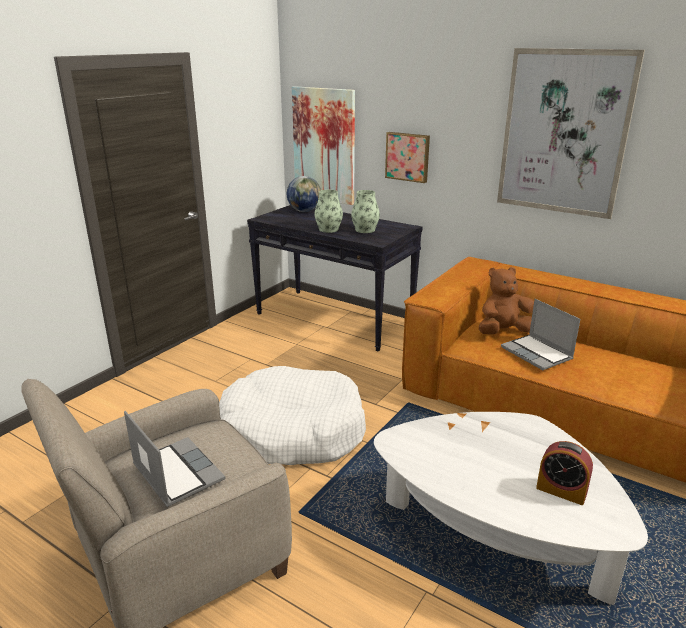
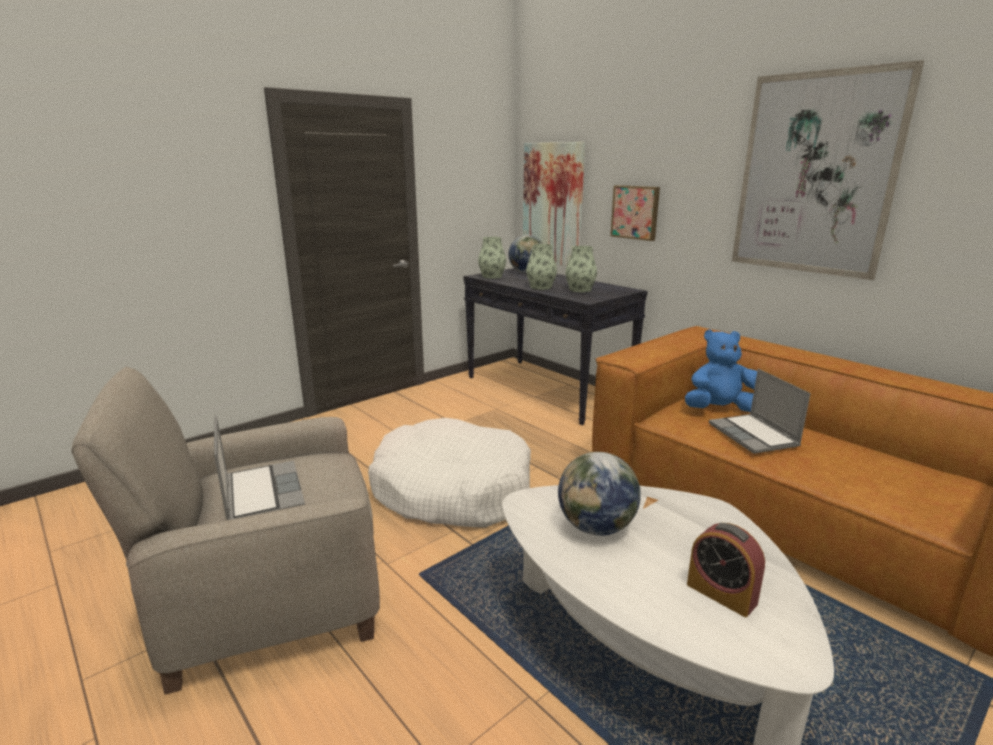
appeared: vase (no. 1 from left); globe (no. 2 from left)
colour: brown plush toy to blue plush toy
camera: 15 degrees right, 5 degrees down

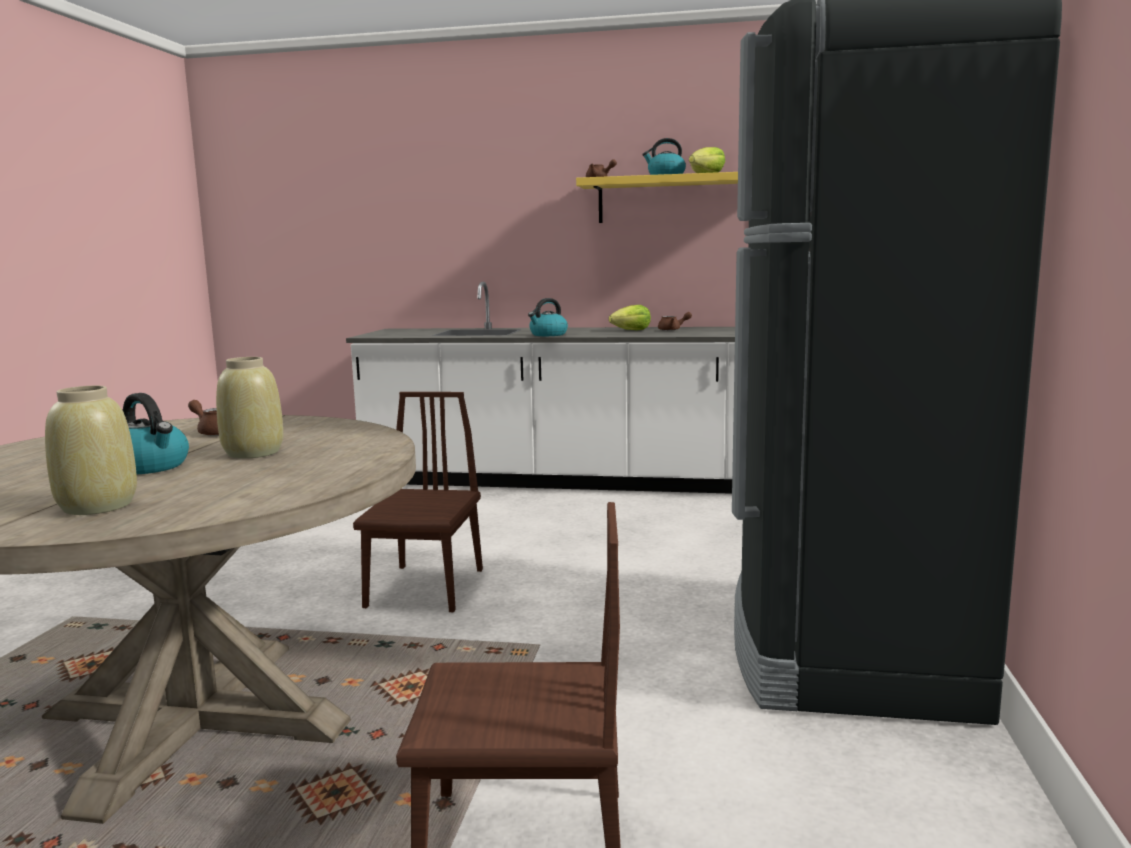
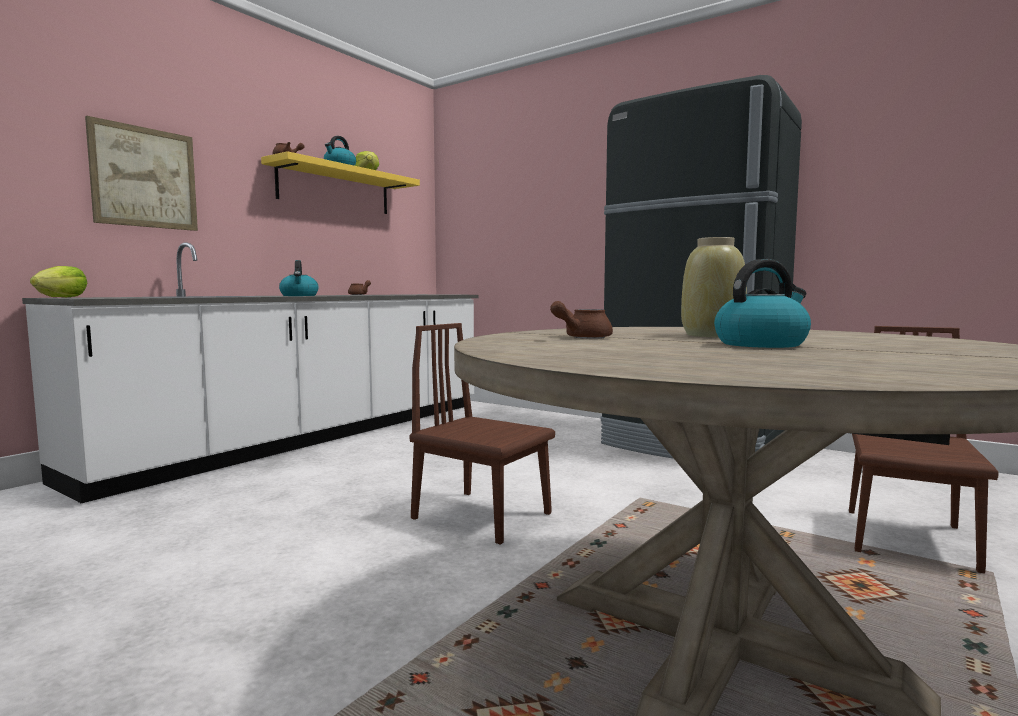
missing: beige vase (no. 1 from left)
appeared: picture
relocated: lettuce (no. 1 from left)
camera: 65 degrees left, 5 degrees down

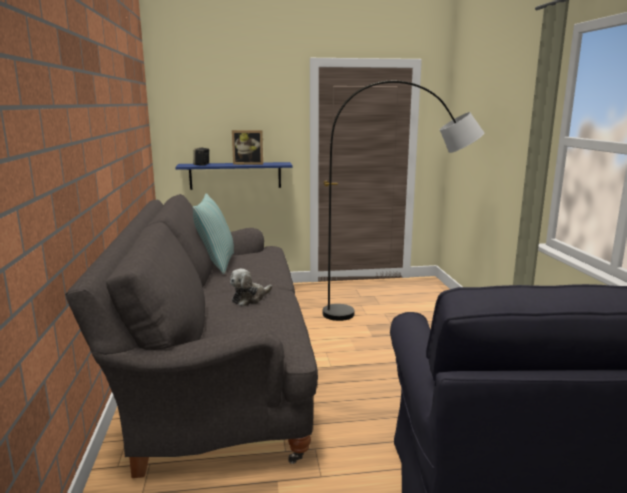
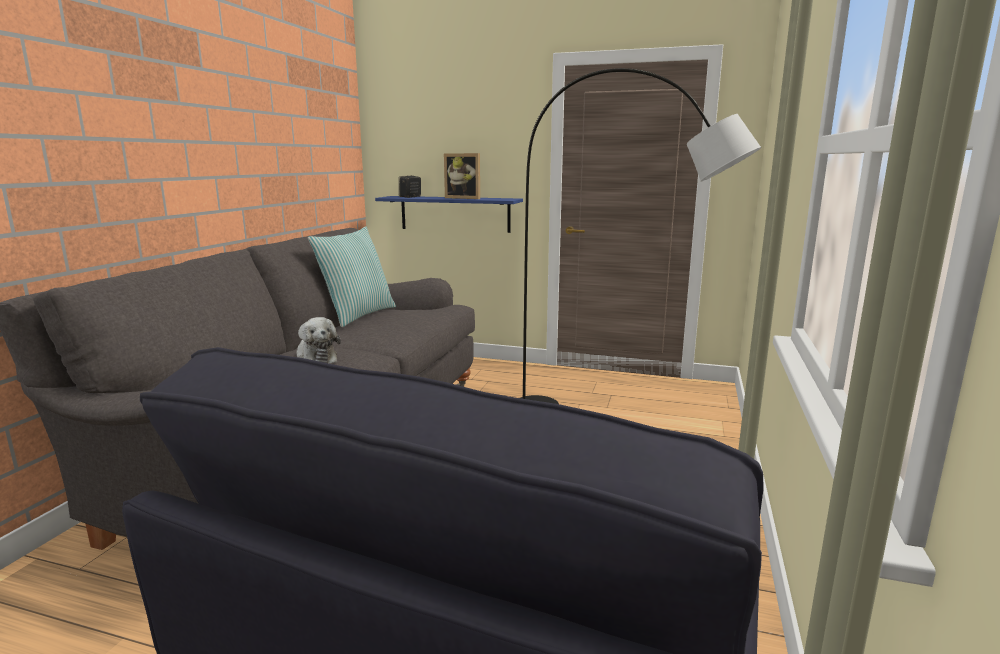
spun: plush toy 105 degrees counterclockwise
camera: 25 degrees right, 0 degrees up

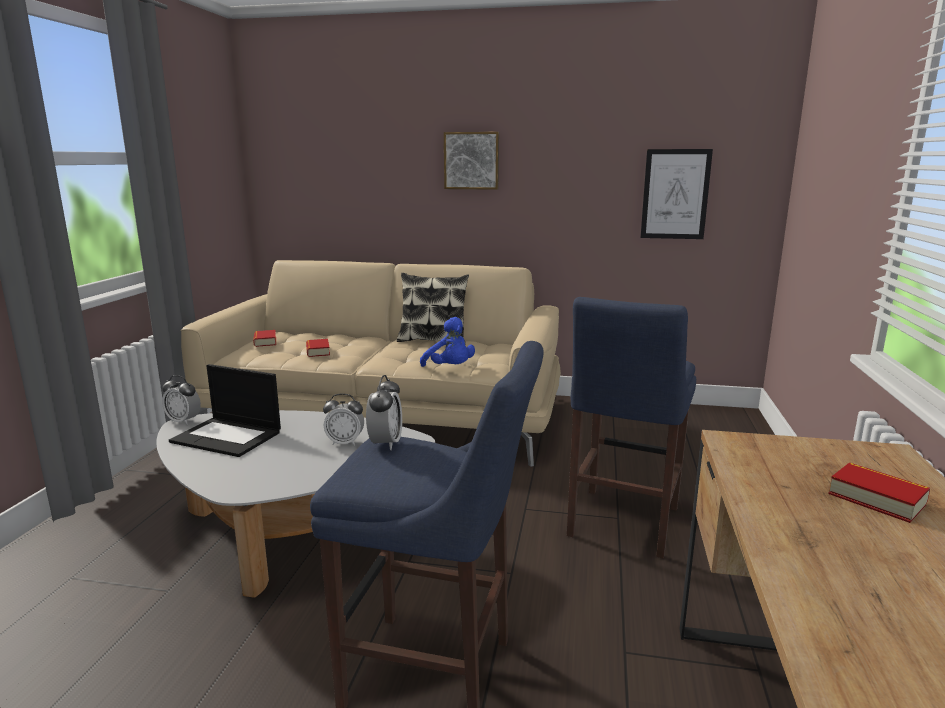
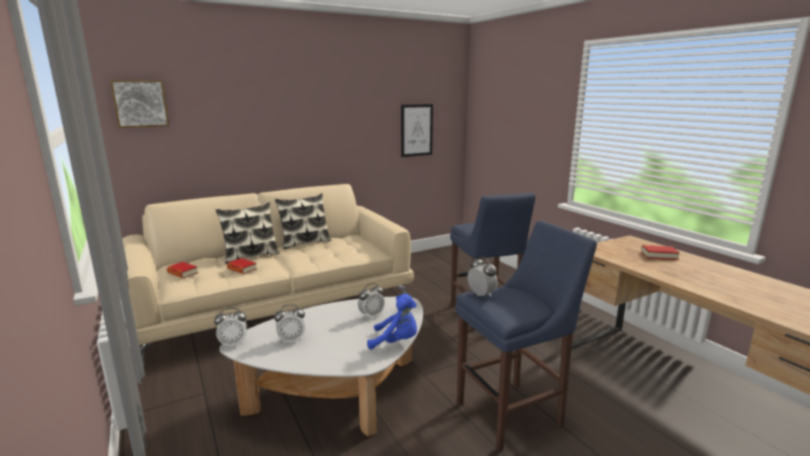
appeared: pillow (no. 1 from left)
relocated: picture (no. 1 from left); blue plush toy
exchanged: laptop to alarm clock (no. 2 from left)
camera: 40 degrees left, 0 degrees up

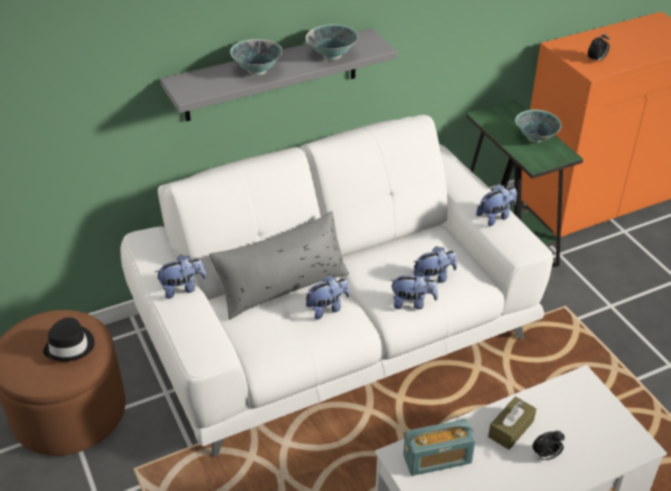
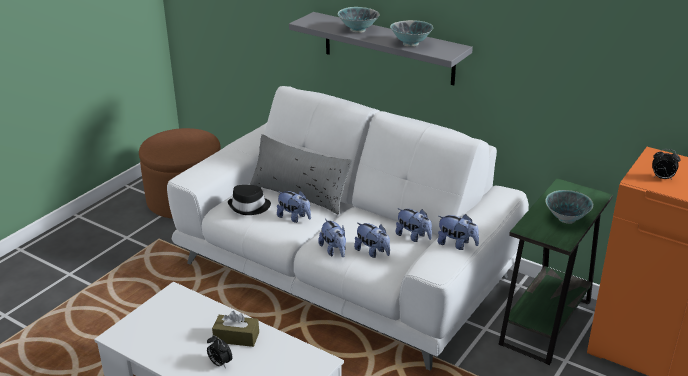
missing: radio
relocated: plush toy (no. 1 from left in the first image) to plush toy (no. 4 from left); black hat
camera: 60 degrees right, 10 degrees down

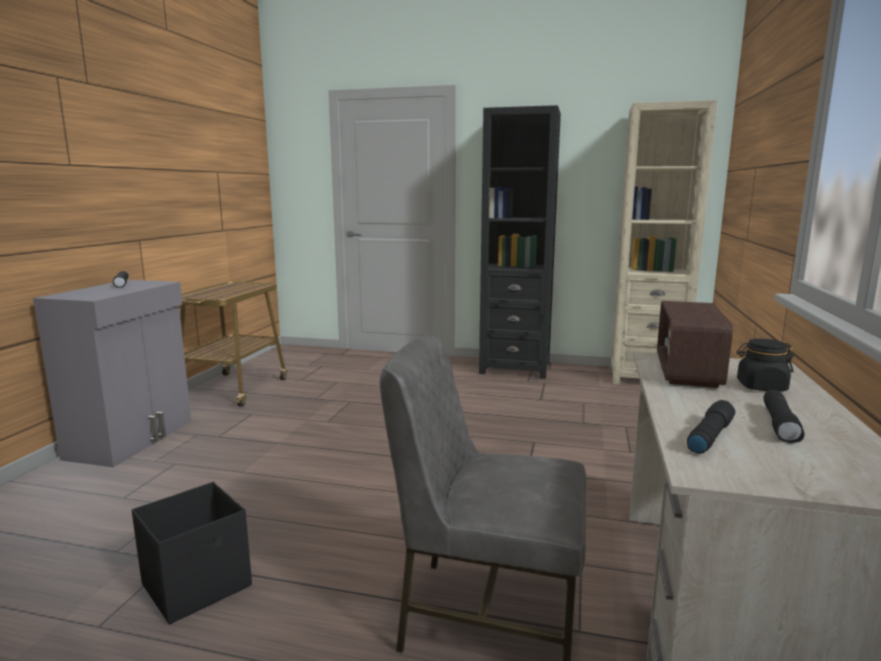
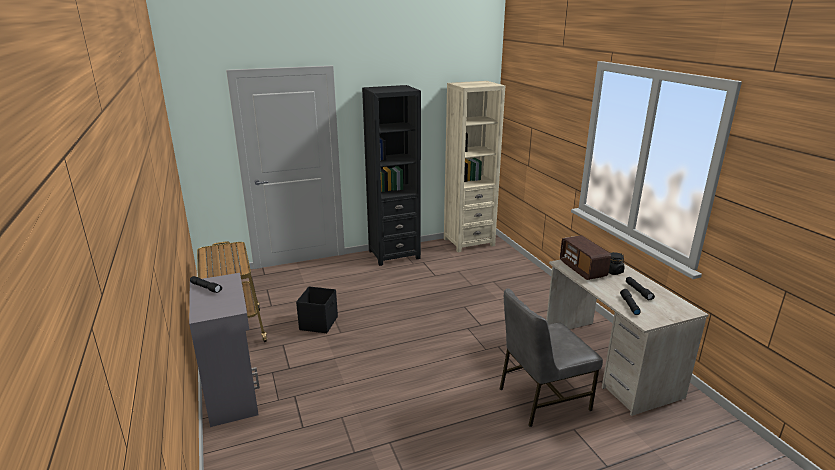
relocated: black storage box
camera: 35 degrees left, 10 degrees up

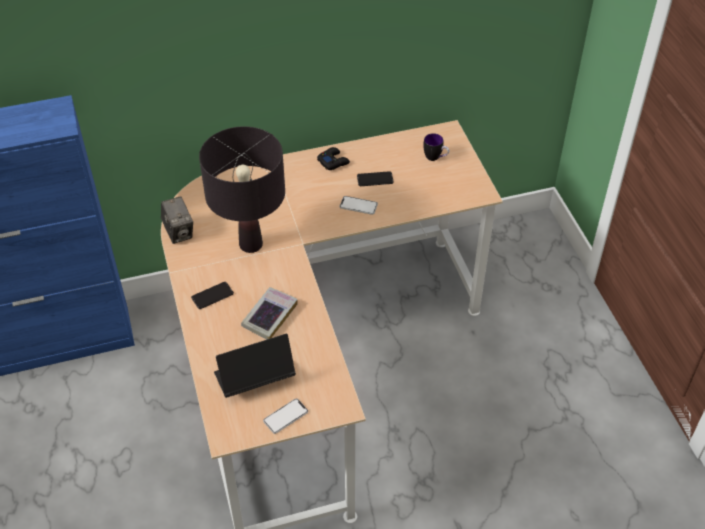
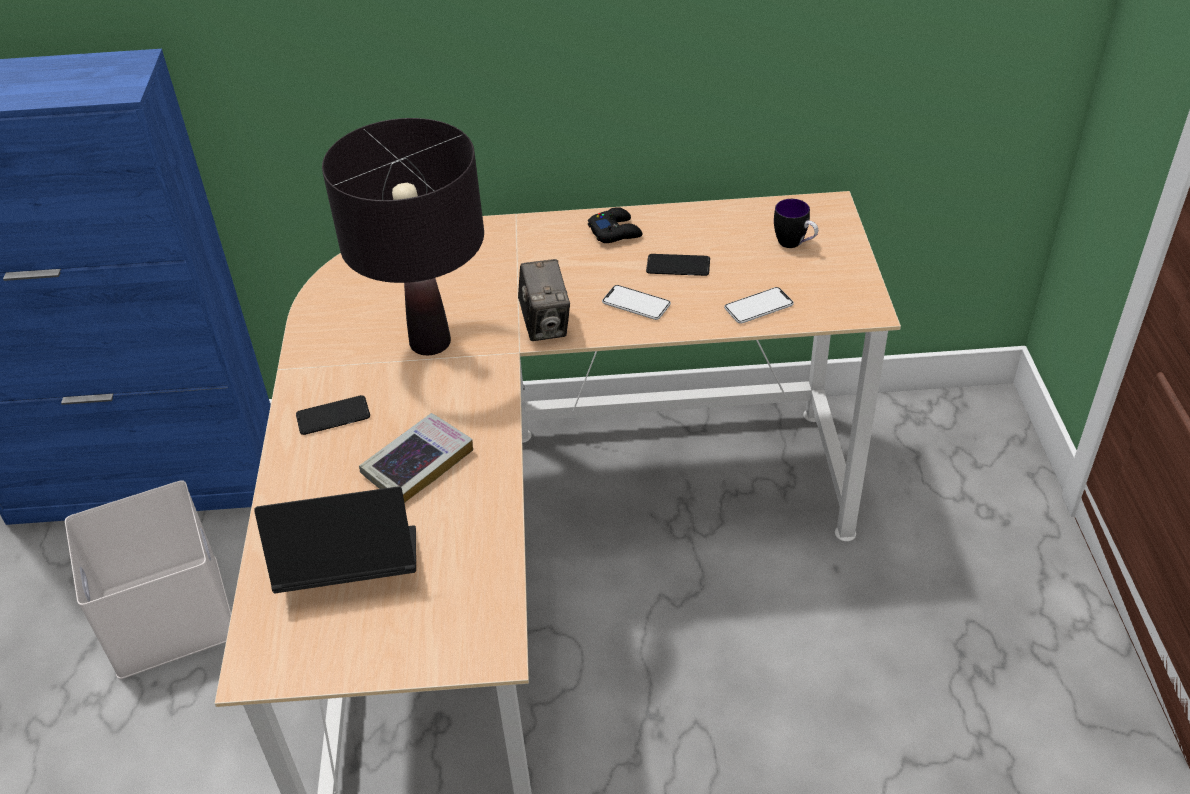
appeared: white storage box
relocated: photo camera; phone (no. 2 from left in the first image) to phone (no. 4 from left)
camera: 15 degrees right, 5 degrees down

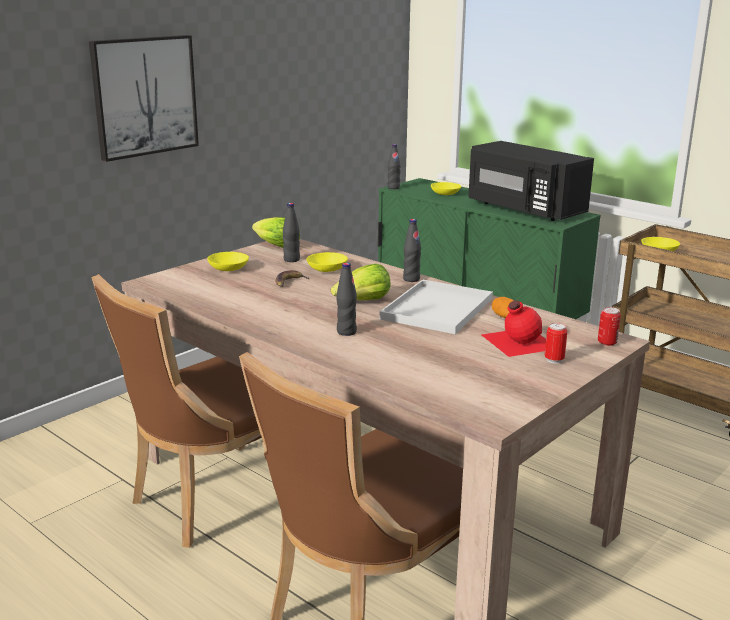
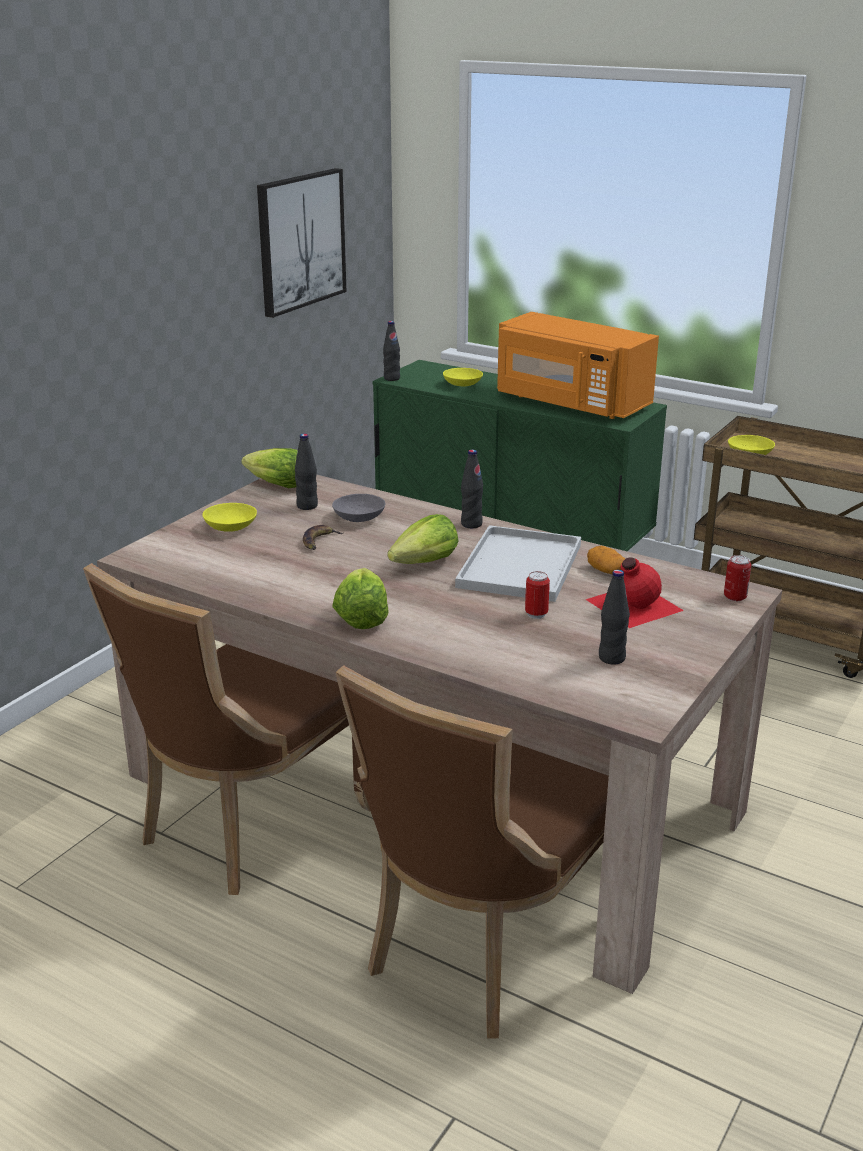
appeared: lettuce (no. 2 from left)
relocated: picture; black bottle (no. 2 from left in the first image) to black bottle (no. 4 from left); can (no. 1 from left)
colour: black microwave to orange microwave; yellow bowl (no. 2 from left) to grey bowl
camera: 10 degrees left, 5 degrees up

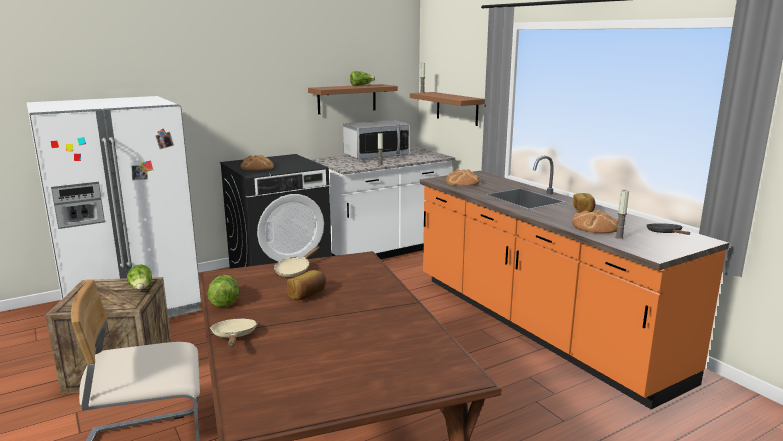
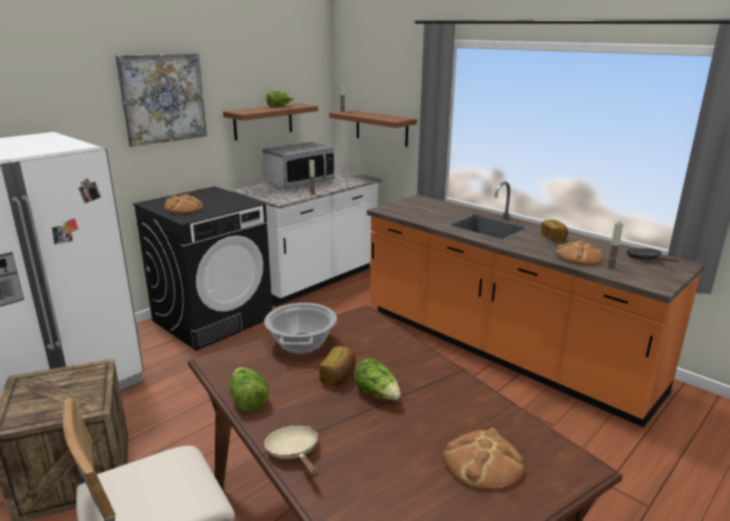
appeared: picture
relocated: bread (no. 3 from left); lettuce (no. 1 from left in the first image) to lettuce (no. 3 from left)
exchanged: beige frying pan (no. 2 from left) to cooking pot
camera: 15 degrees left, 5 degrees up

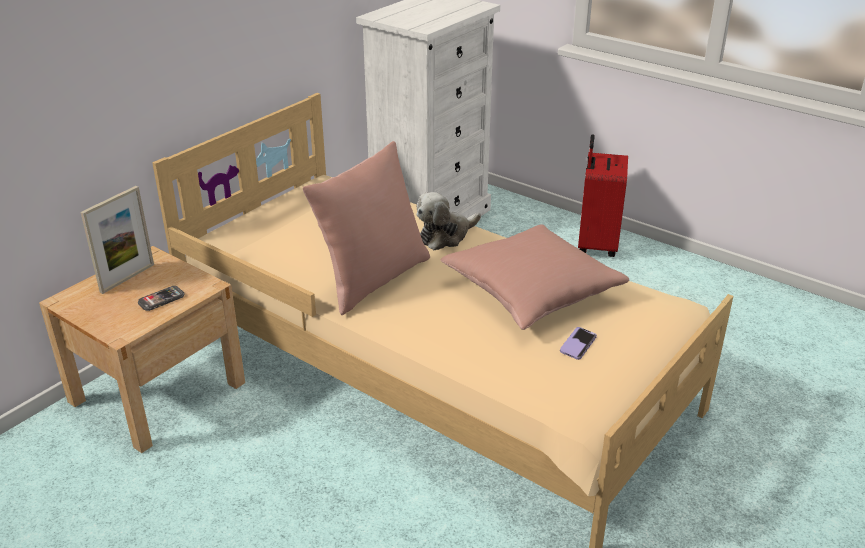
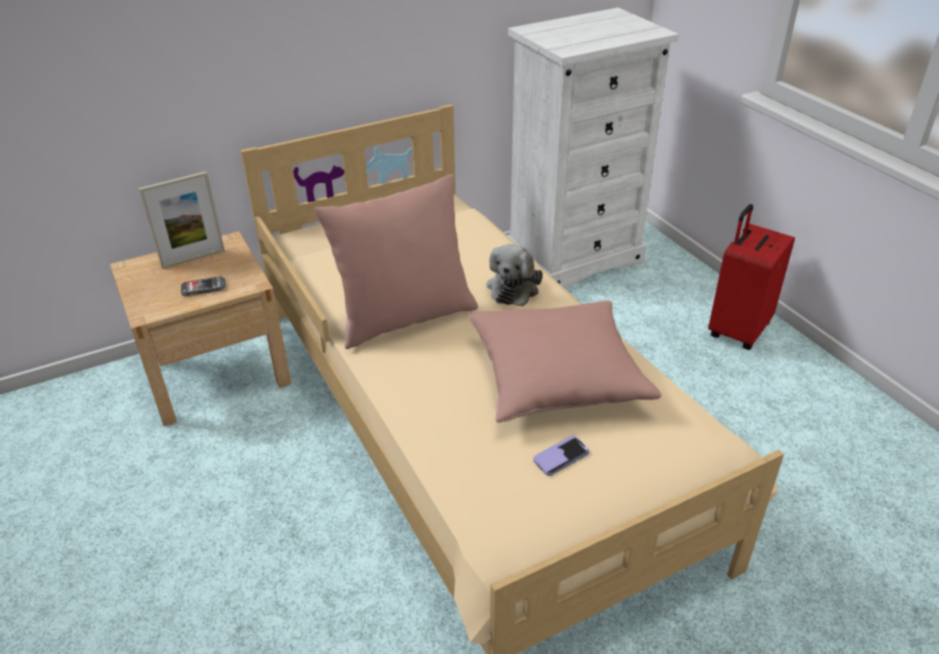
spun: plush toy 60 degrees counterclockwise
camera: 25 degrees right, 5 degrees up

